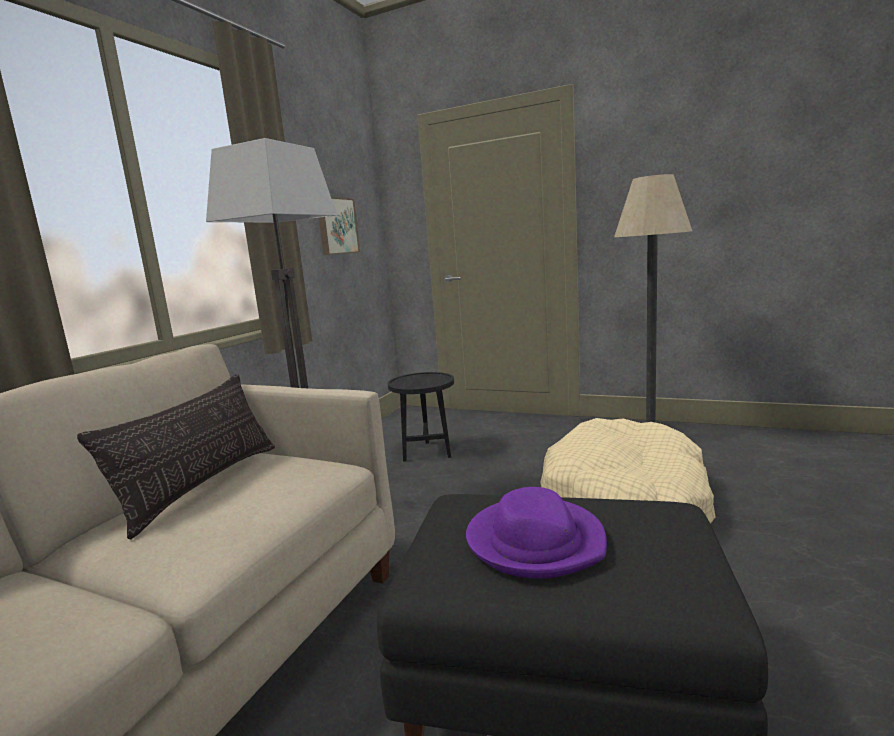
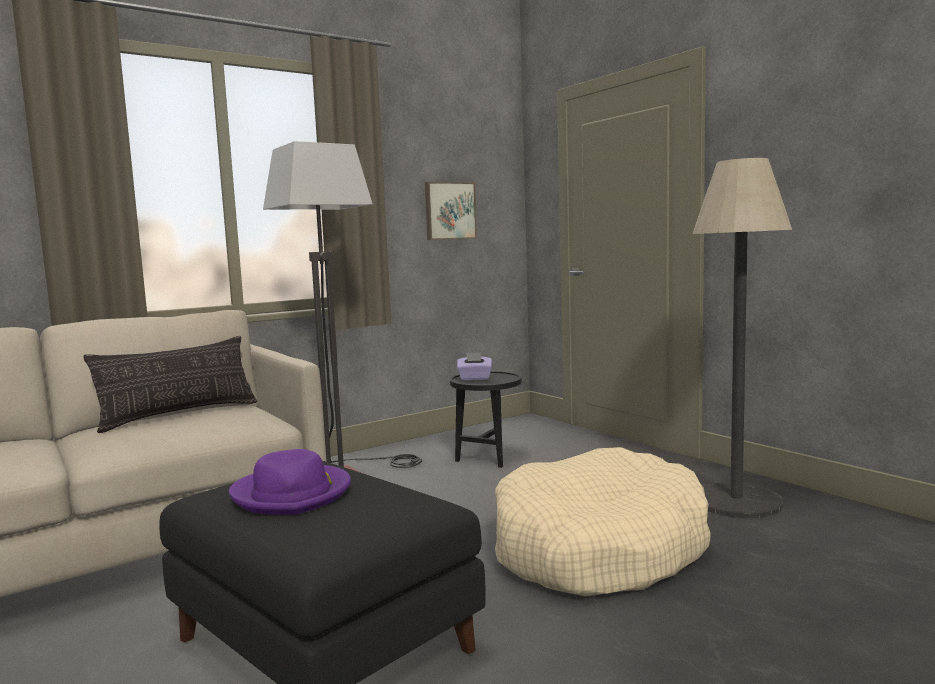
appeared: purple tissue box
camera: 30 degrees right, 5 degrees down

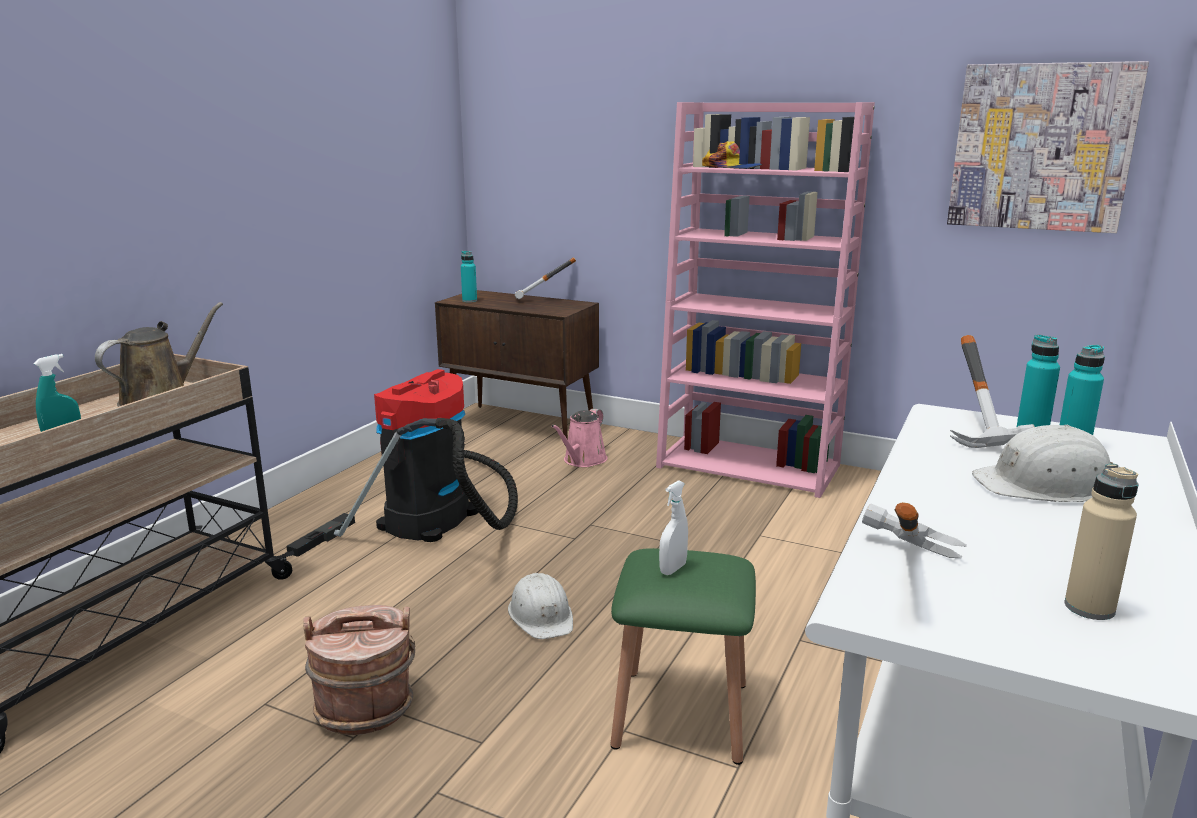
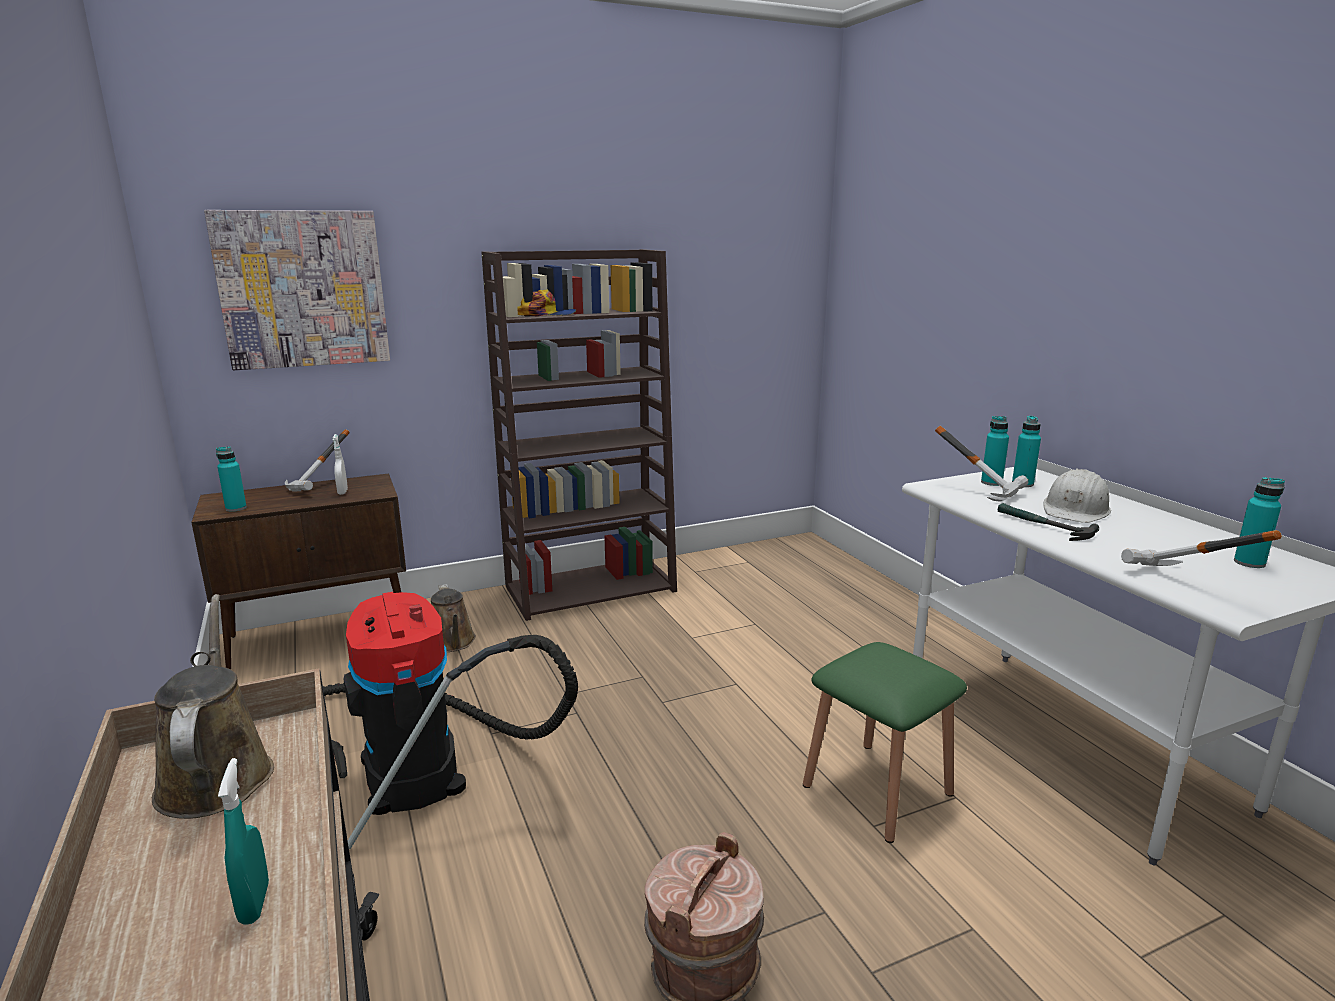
missing: white hard hat (no. 1 from left)
appeared: hammer (no. 3 from left)
relocated: picture; white spray bottle
colour: pink bookcase to brown bookcase; pink watering can to brown watering can (no. 2 from left); beige bottle to turquoise bottle (no. 4 from left)
camera: 50 degrees left, 0 degrees up

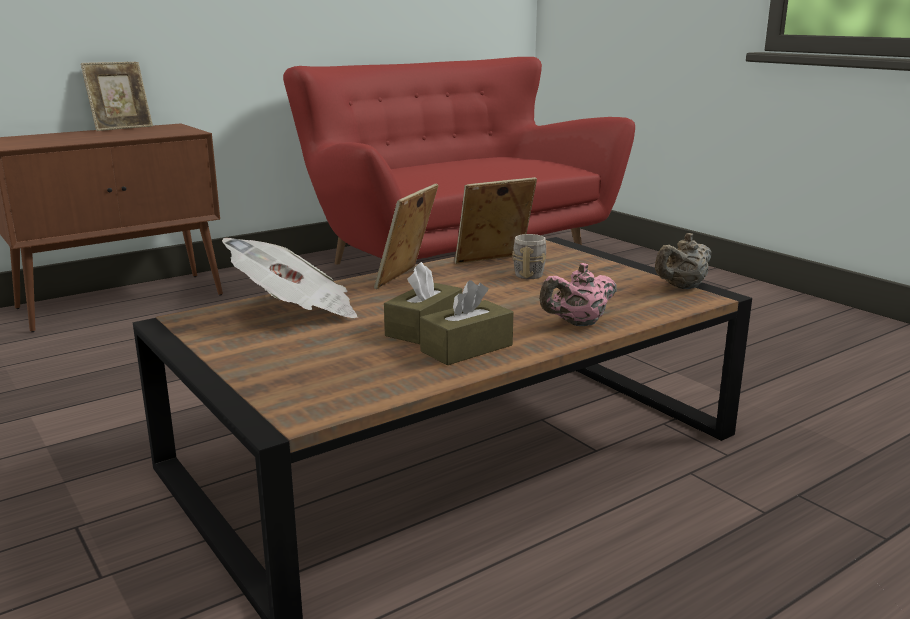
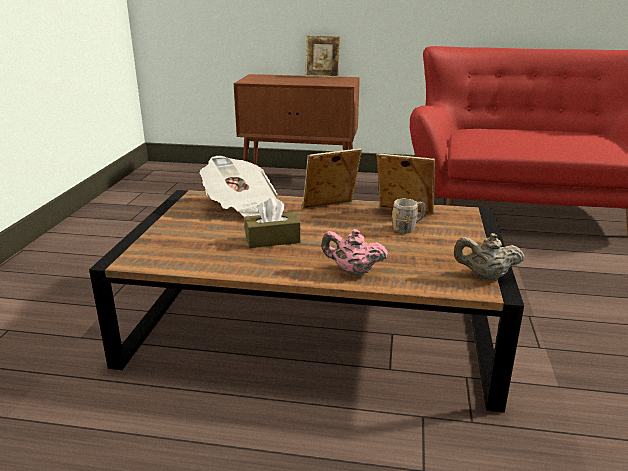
missing: brown tissue box (no. 2 from left)
camera: 45 degrees right, 5 degrees up

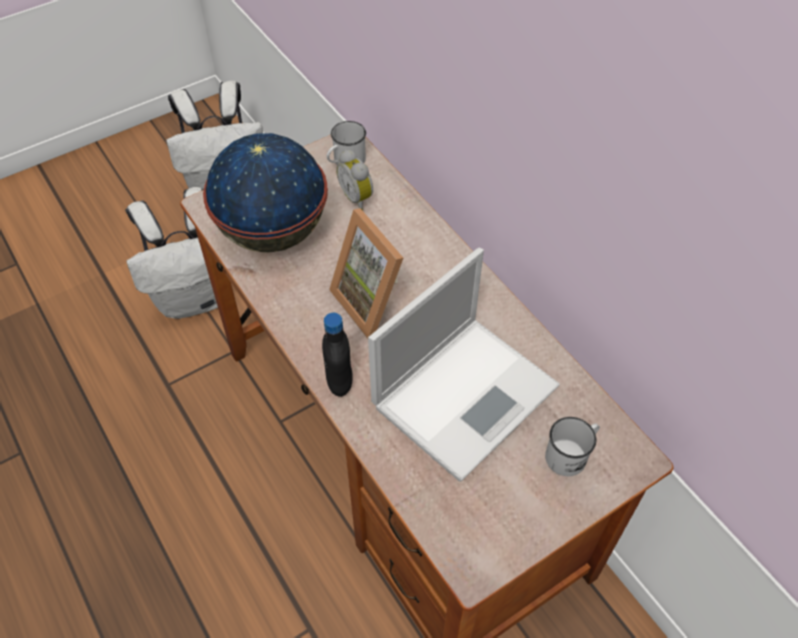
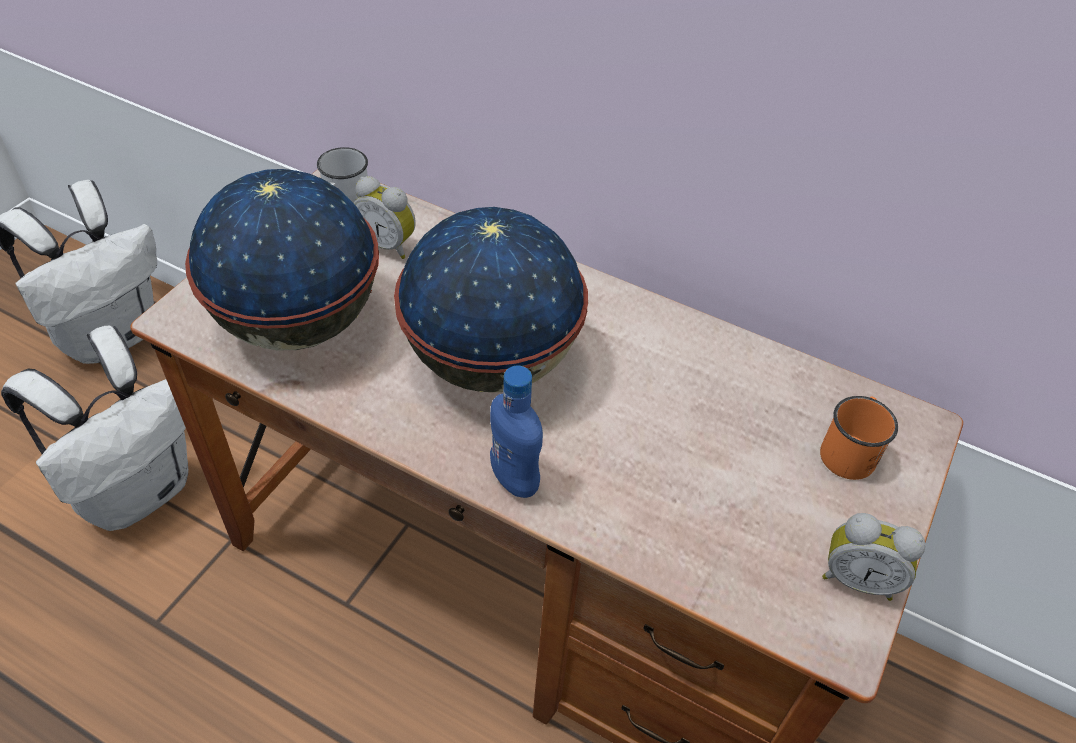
missing: laptop
appeared: alarm clock (no. 2 from left)
exchanged: picture frame to globe (no. 2 from left)
colour: black bottle to blue bottle; white mug (no. 2 from left) to orange mug
camera: 30 degrees left, 5 degrees down

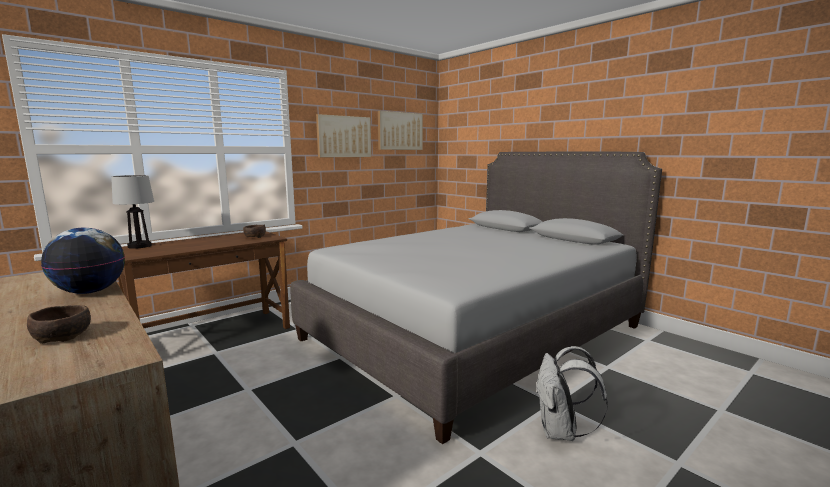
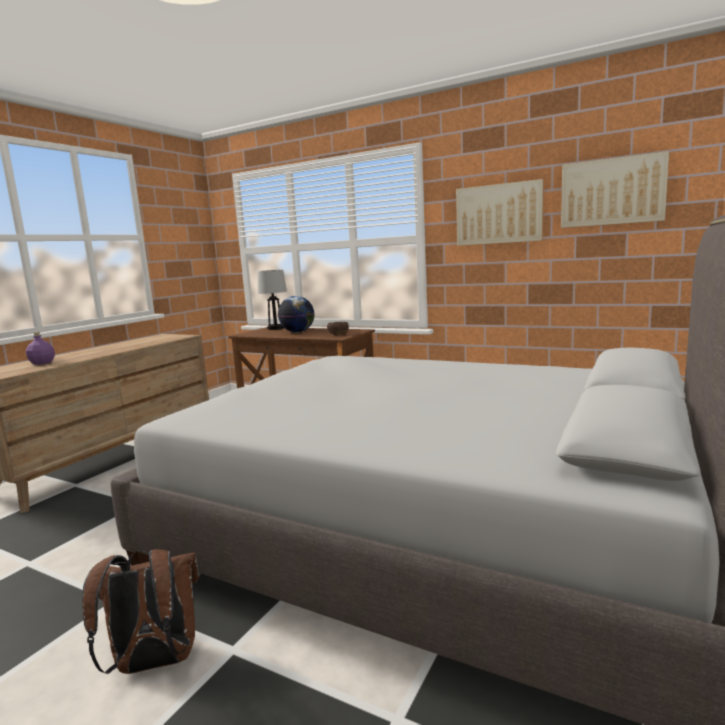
relocated: globe
exchanged: brown bowl (no. 1 from left) to purple bottle
colour: white backpack to brown backpack
camera: 70 degrees right, 0 degrees up

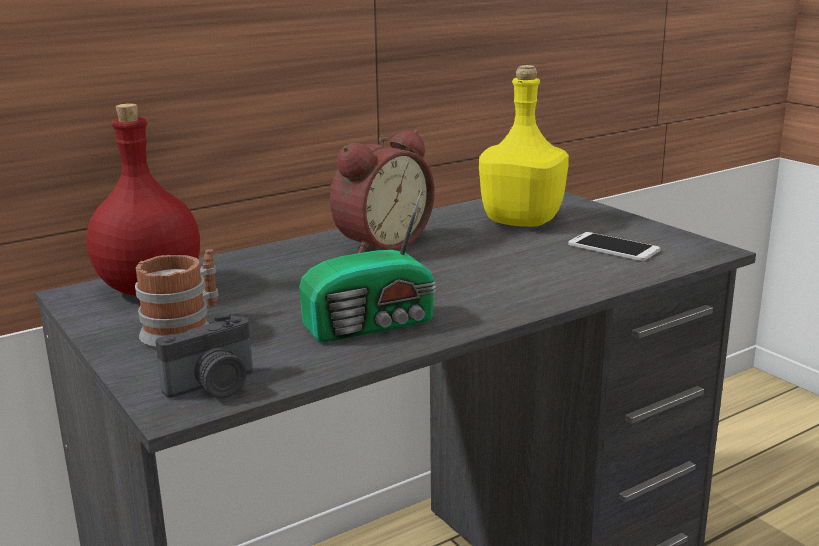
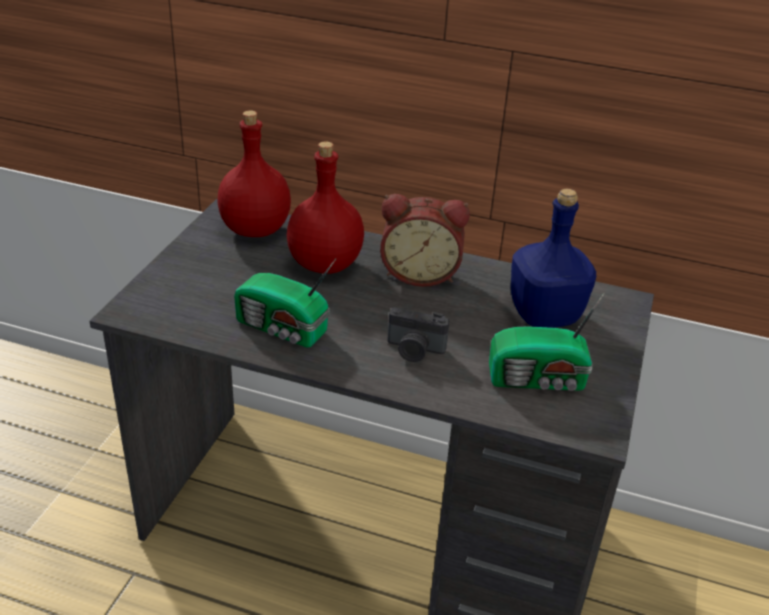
missing: mug
appeared: red bottle (no. 2 from left)
relocated: photo camera
exchanged: phone to radio (no. 2 from left)
colour: yellow bottle to blue bottle
camera: 50 degrees right, 15 degrees up

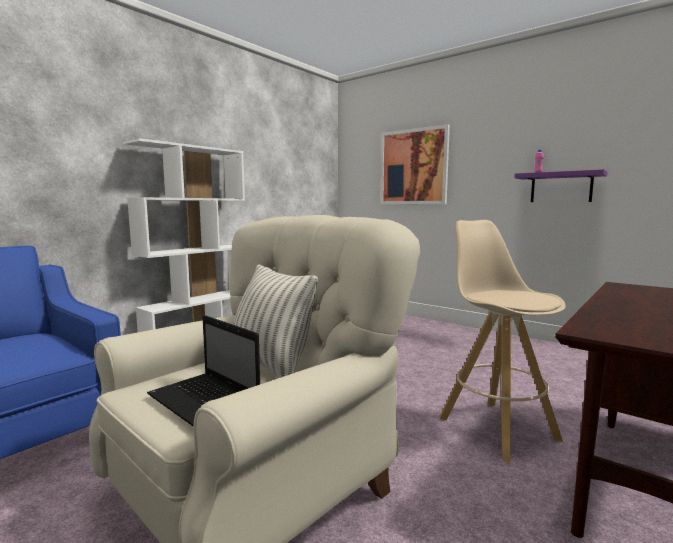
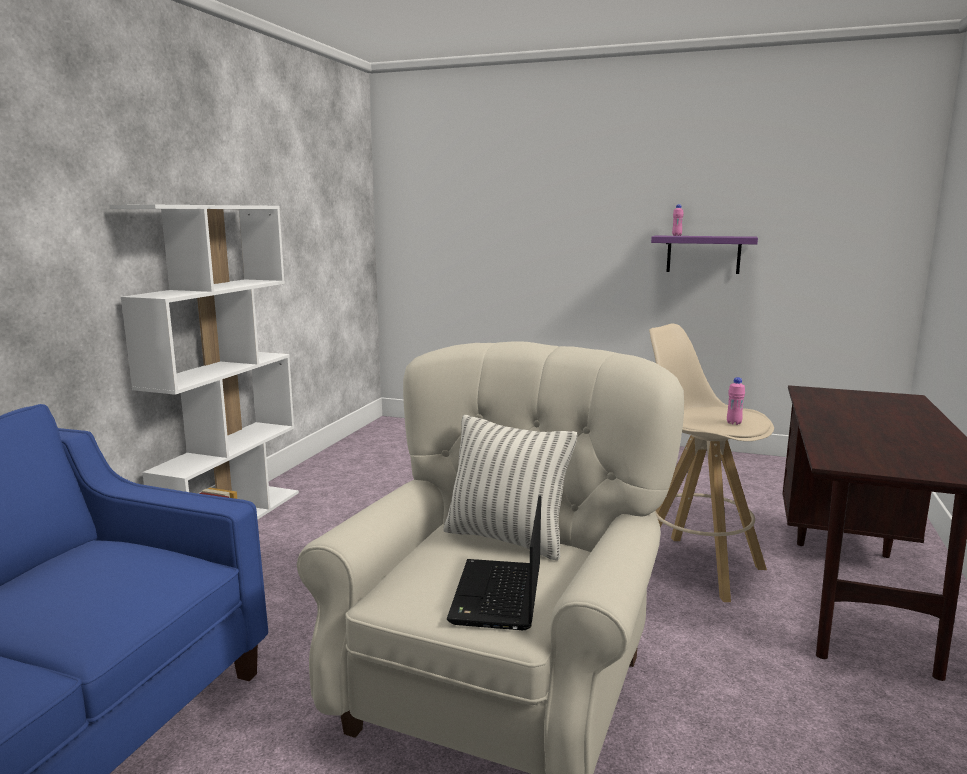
missing: picture
appeared: pink bottle (no. 2 from left)
spun: laptop 75 degrees clockwise
camera: 20 degrees left, 5 degrees up

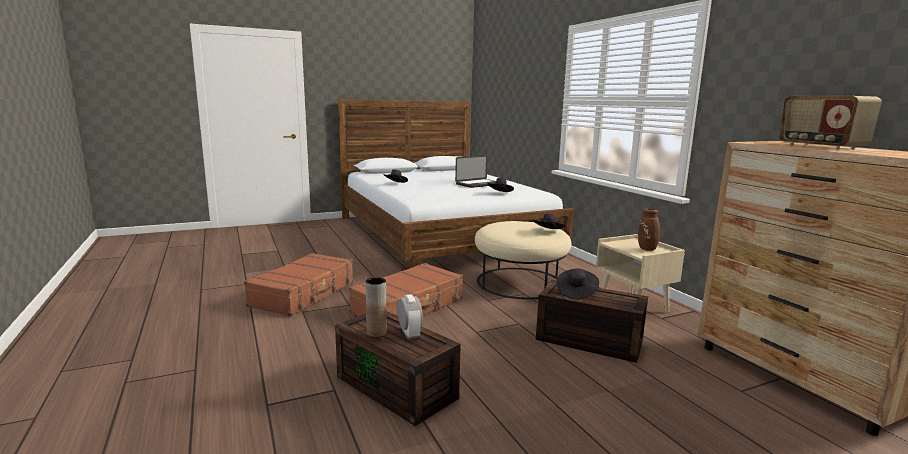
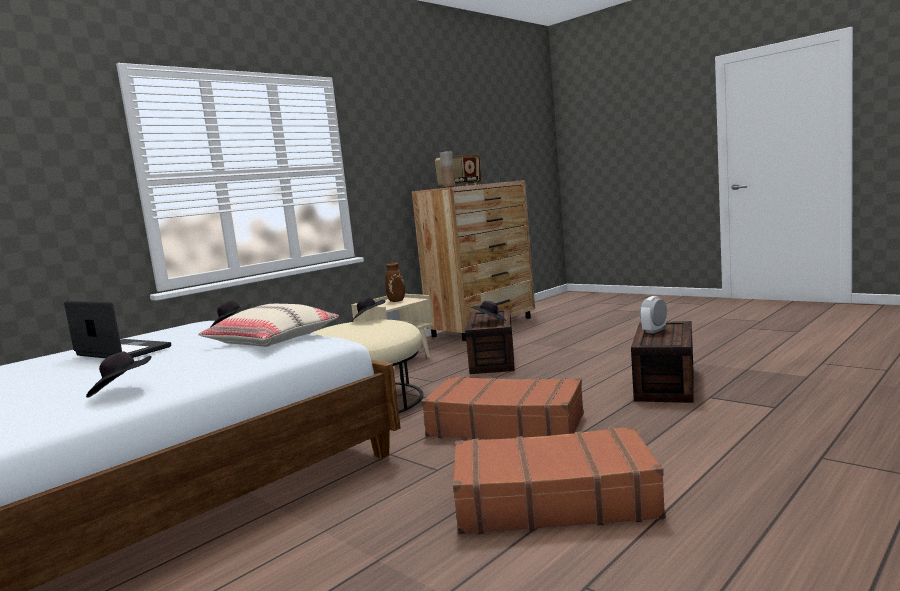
appeared: beige pillow
relocated: brown vase (no. 1 from left in the first image) to brown vase (no. 2 from left)
camera: 110 degrees left, 5 degrees down

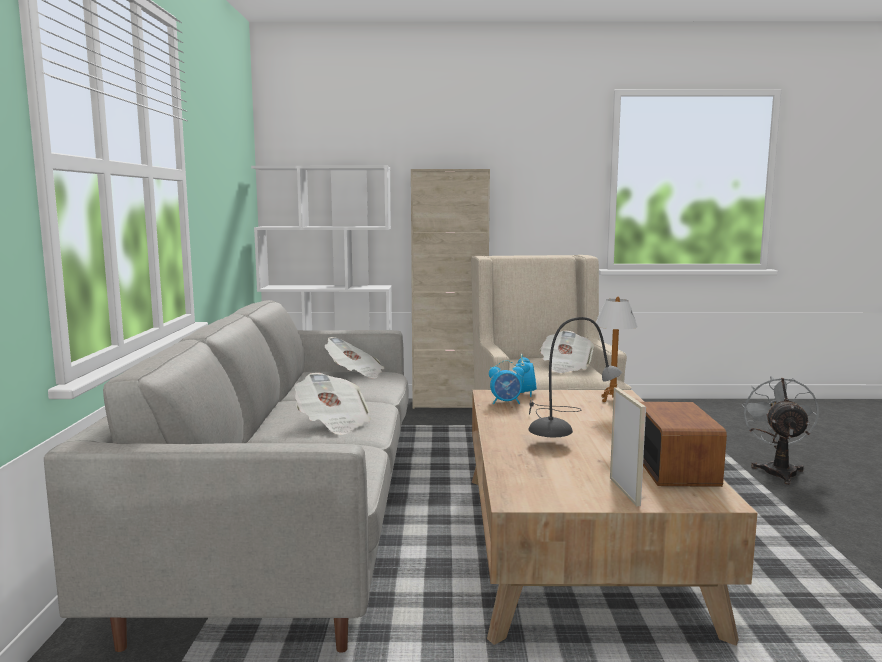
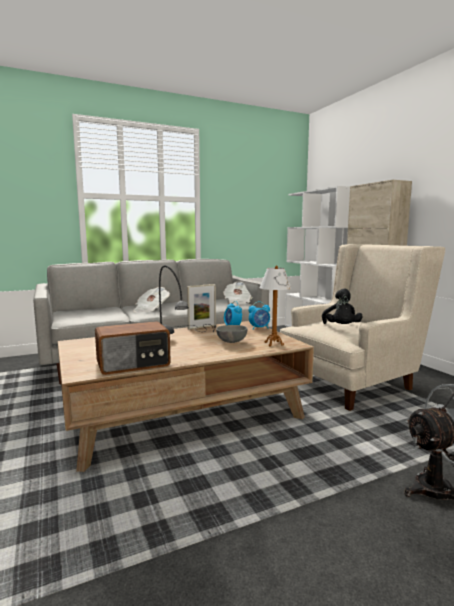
appeared: grey bowl
relocated: picture frame
exchanged: newspaper (no. 3 from left) to black plush toy
camera: 65 degrees right, 0 degrees up

